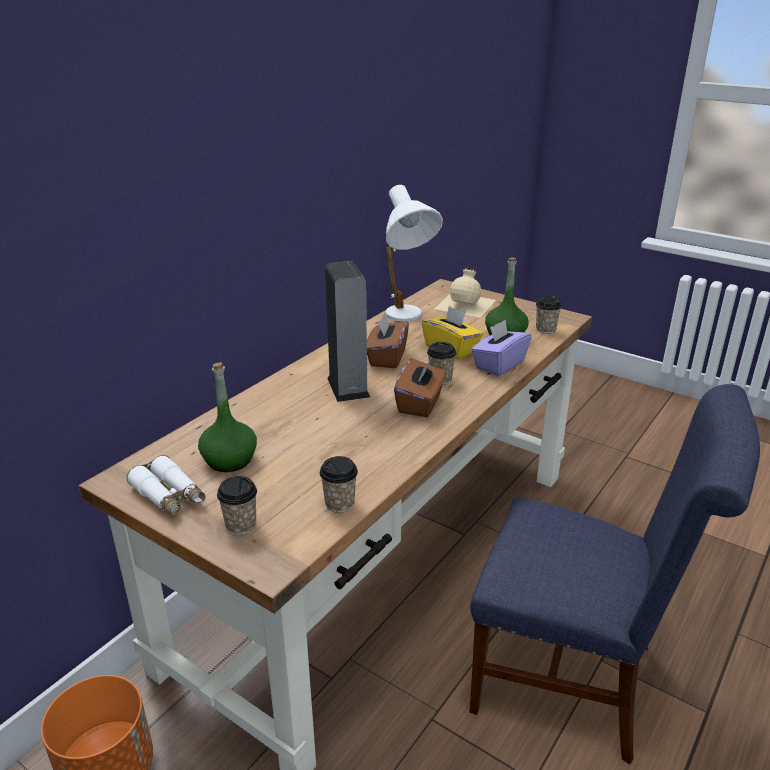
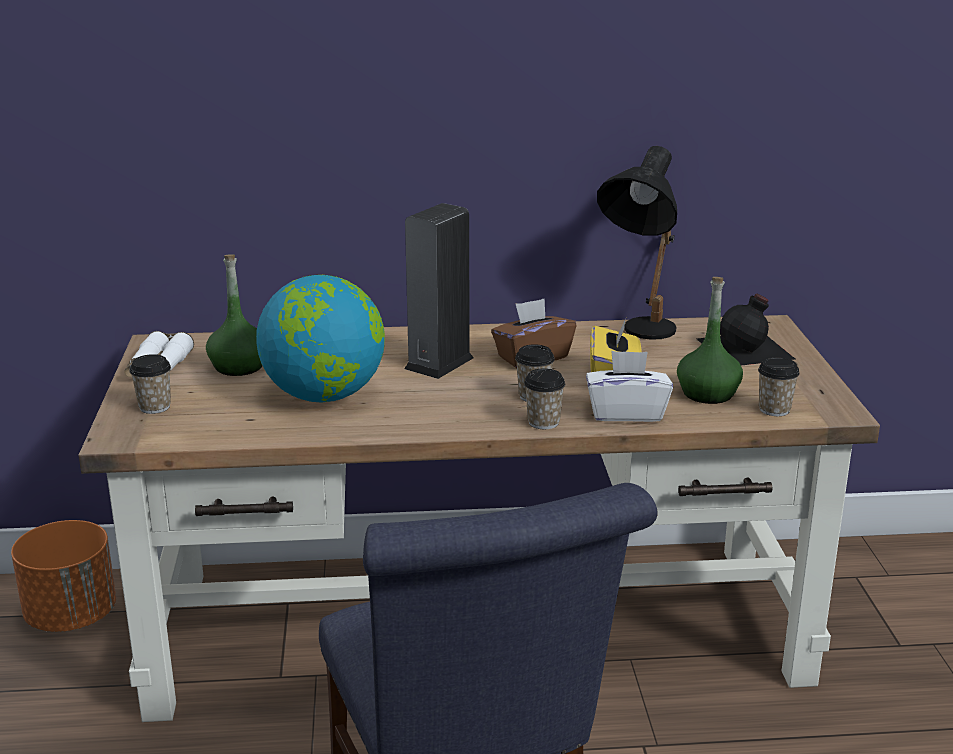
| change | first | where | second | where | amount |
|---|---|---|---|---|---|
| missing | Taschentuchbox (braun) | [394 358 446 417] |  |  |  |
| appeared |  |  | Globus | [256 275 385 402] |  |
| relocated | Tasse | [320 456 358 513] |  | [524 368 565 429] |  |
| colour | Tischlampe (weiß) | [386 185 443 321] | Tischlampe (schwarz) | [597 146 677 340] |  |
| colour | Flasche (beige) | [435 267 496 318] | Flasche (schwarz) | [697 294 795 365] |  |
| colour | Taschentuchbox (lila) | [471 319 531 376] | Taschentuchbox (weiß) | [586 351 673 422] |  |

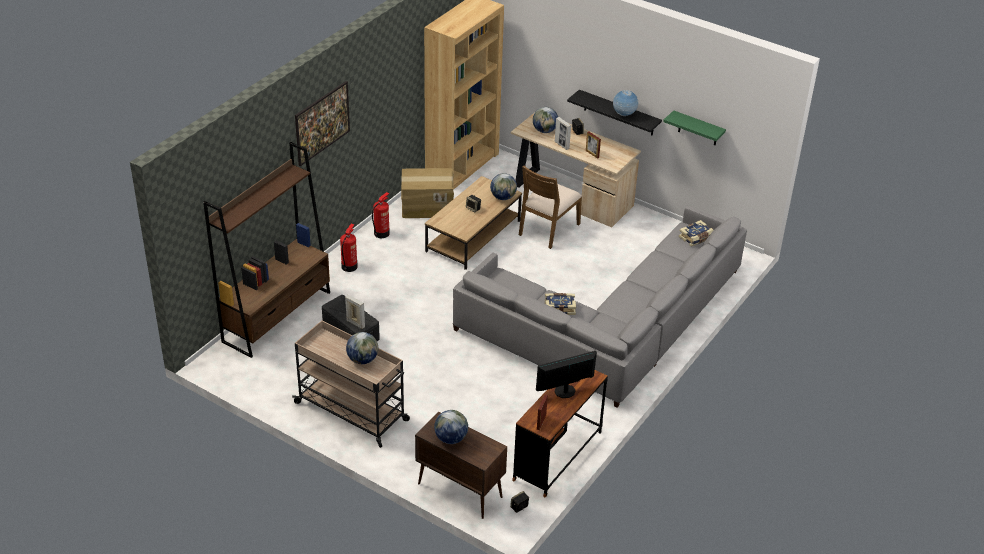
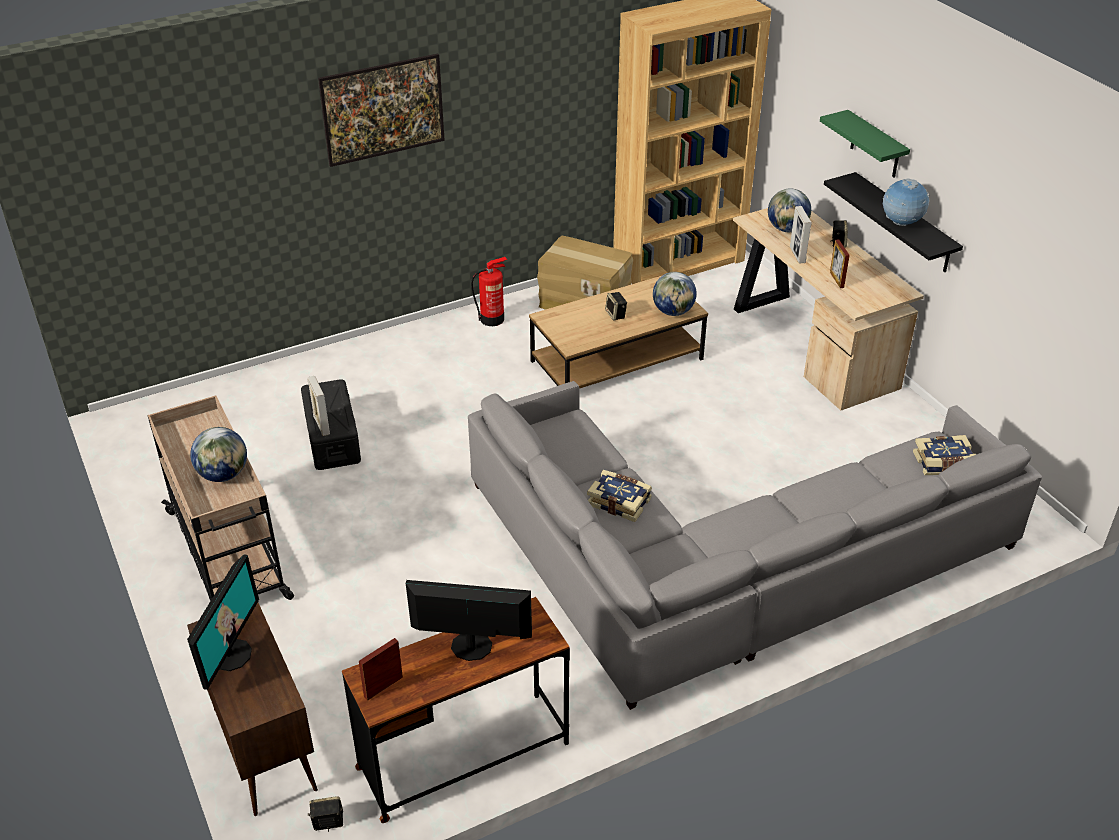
| change | first | where | second | where | amount |
|---|---|---|---|---|---|
| missing | Bücherregal (braun) | [203 142 330 358] |  |  |  |
| missing | Feuerlöscher | [340 224 358 272] |  |  |  |
| missing | Stuhl (braun) | [519 165 582 249] |  |  |  |
| relocated | Wandregal (grün) | [663 110 726 145] |  | [820 110 910 178] |  |
| exchanged | Globus | [434 410 468 444] | Monitor | [187 554 259 690] |  |

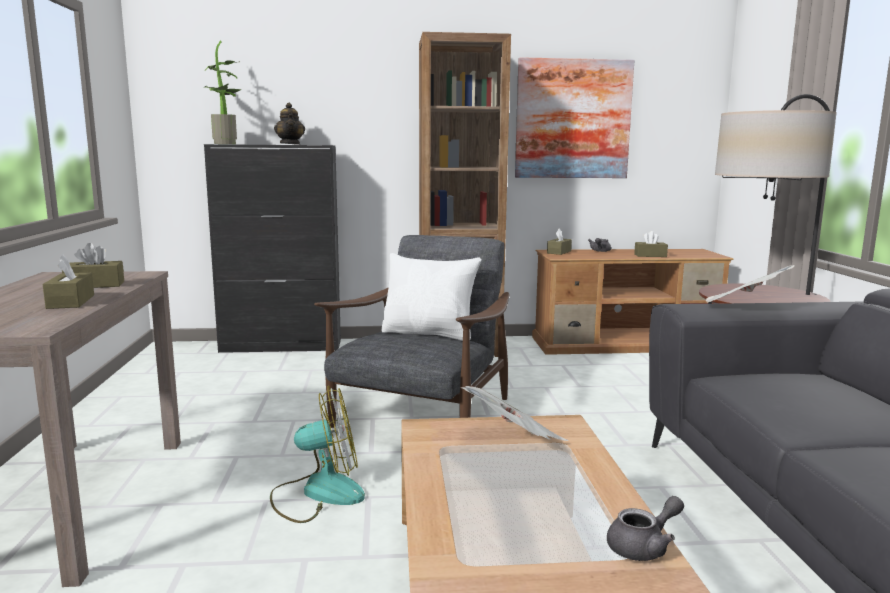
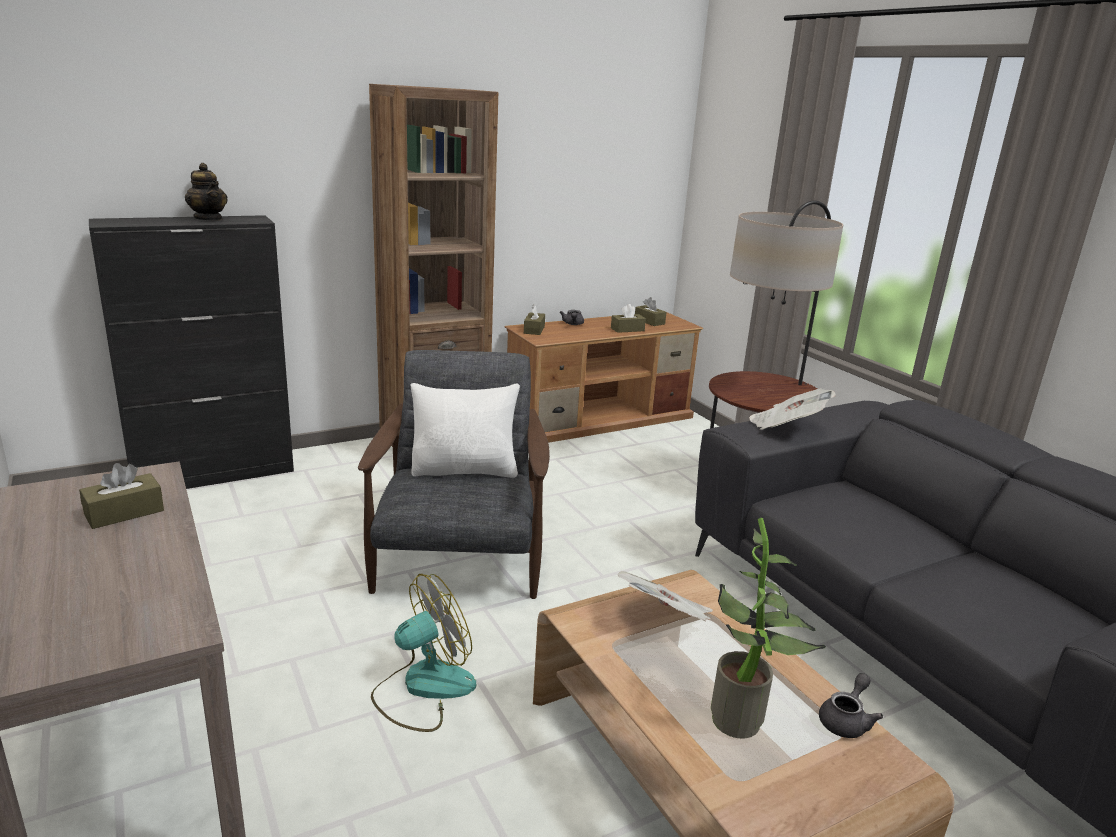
| change | first | where | second | where | amount |
|---|---|---|---|---|---|
| missing | Bild | [515 57 635 178] |  |  |  |
| relocated | Taschentuchbox (braun) | [43 255 94 309] |  | [635 297 667 326] |  |
| relocated | Topfpflanze | [205 41 242 144] |  | [711 518 826 739] |  |

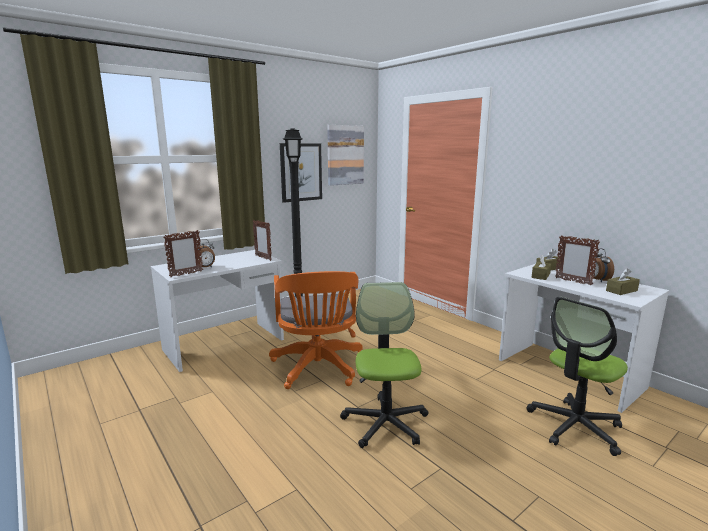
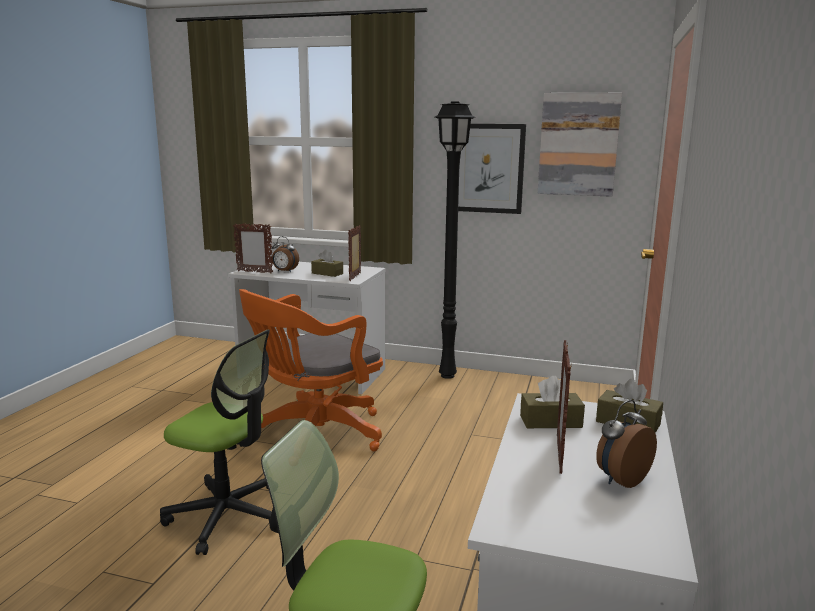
| change | first | where | second | where | amount |
|---|---|---|---|---|---|
| relocated | Taschentuchbox (braun) | [606 268 640 295] |  | [311 250 343 277] |  |
| spun | Bürostuhl | [340 282 428 448] |  | [160 330 272 555] | 60 degrees clockwise |

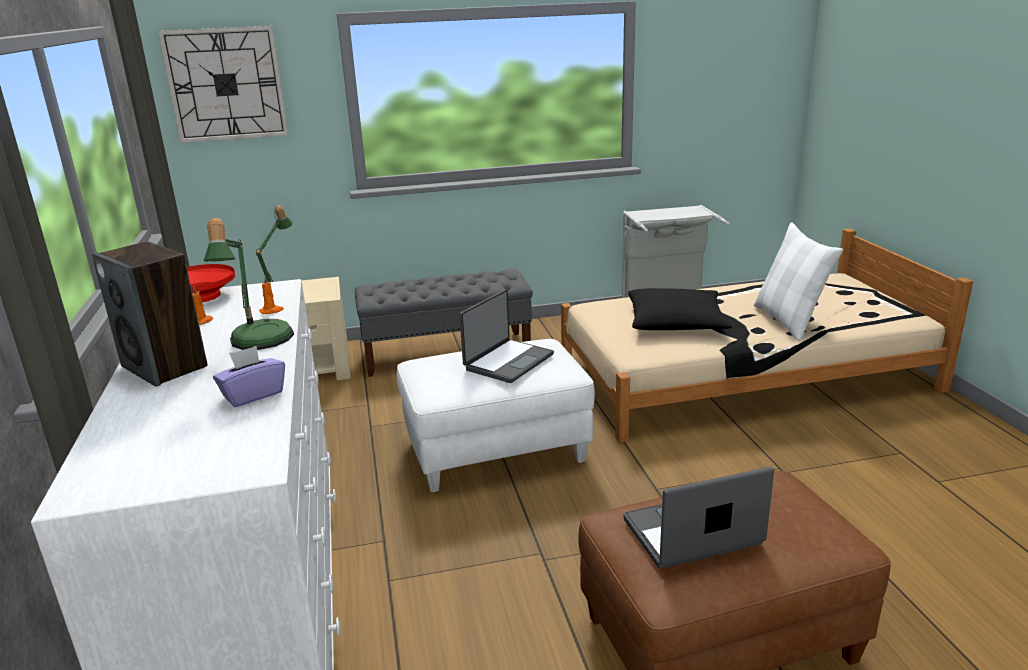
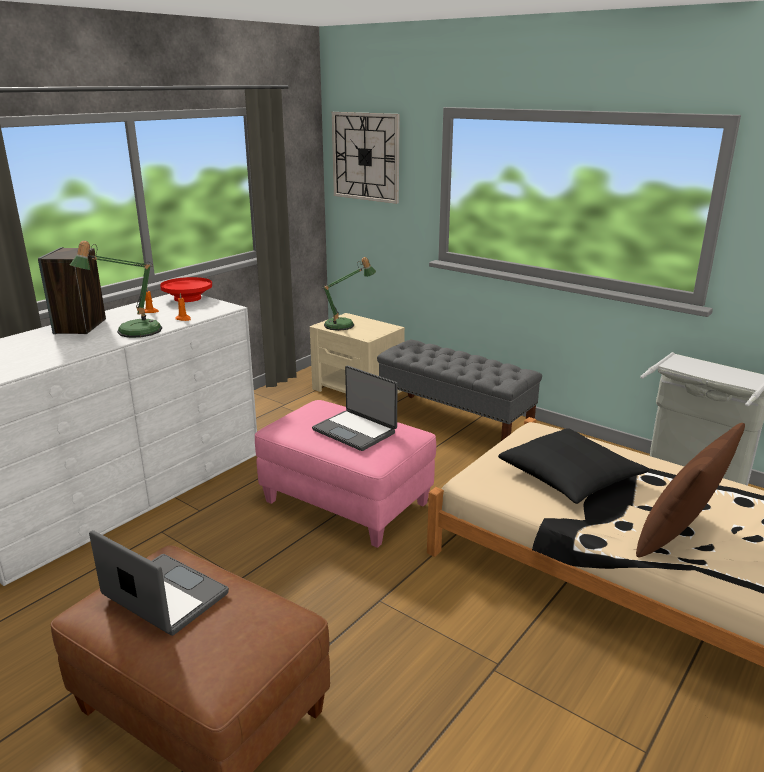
| change | first | where | second | where | amount |
|---|---|---|---|---|---|
| missing | Taschentuchbox (lila) | [213 346 285 407] |  |  |  |
| colour | Polsterhocker (weiß) | [397 339 595 492] | Polsterhocker (rosa) | [255 400 436 548] |  |
| colour | Kissen (weiß) | [754 222 843 341] | Kissen (braun) | [636 423 745 557] |  |
| spun | Laptop | [460 289 554 383] |  | [312 366 398 451] | 45 degrees clockwise |

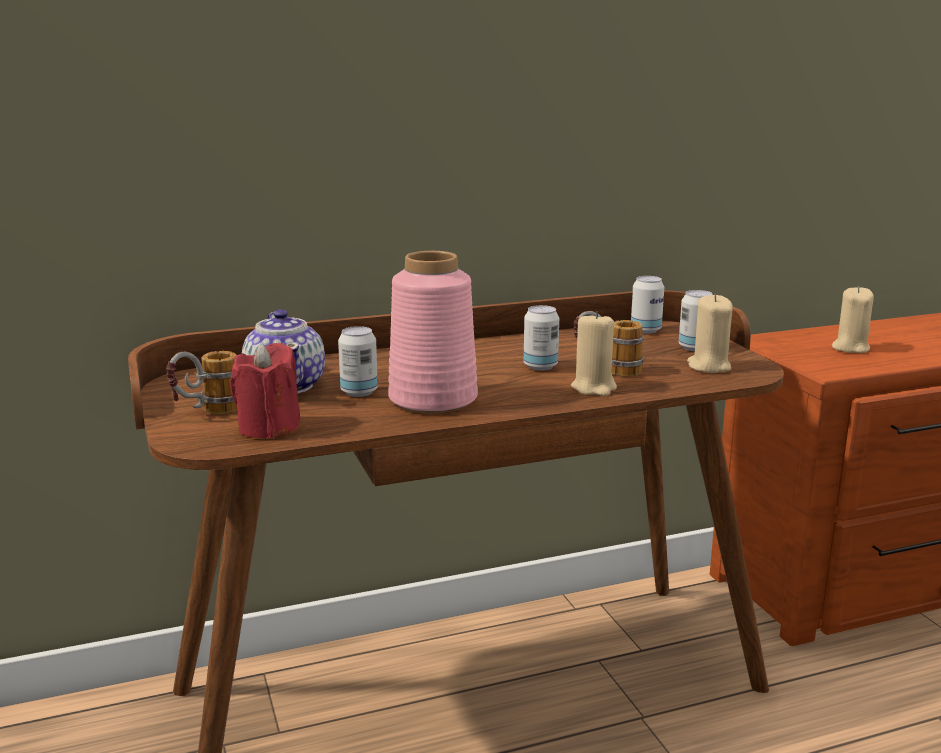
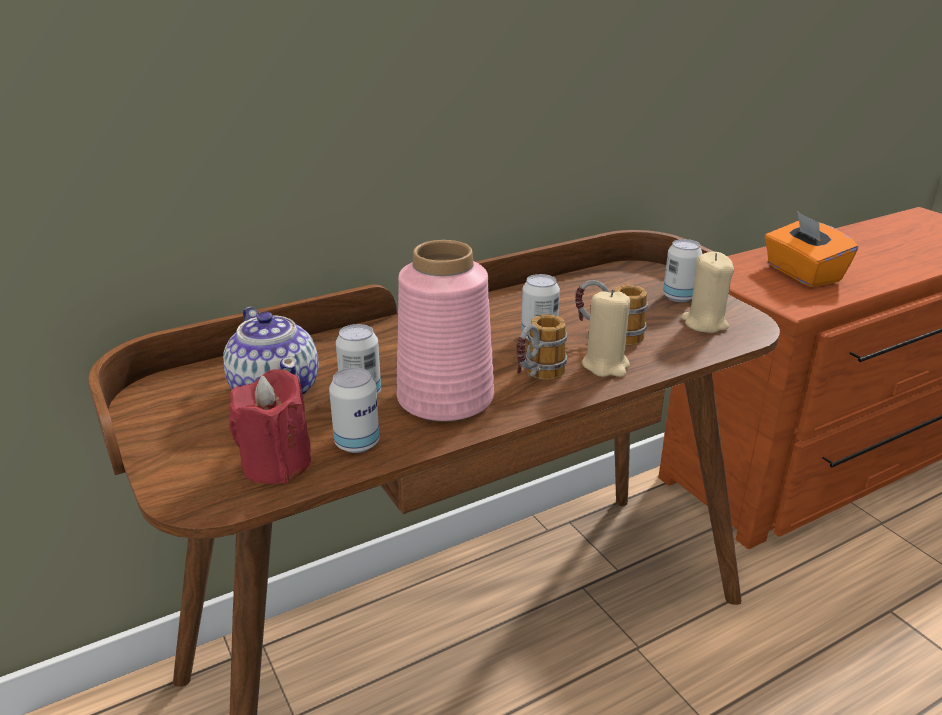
| change | first | where | second | where | amount |
|---|---|---|---|---|---|
| relocated | Henkelbecher | [166 351 237 414] |  | [516 315 568 380] |  |
| relocated | Dose | [631 276 664 334] |  | [329 368 379 453] |  |
| exchanged | Kerze (beige) | [832 286 874 353] | Taschentuchbox (orange) | [764 211 858 287] |  |

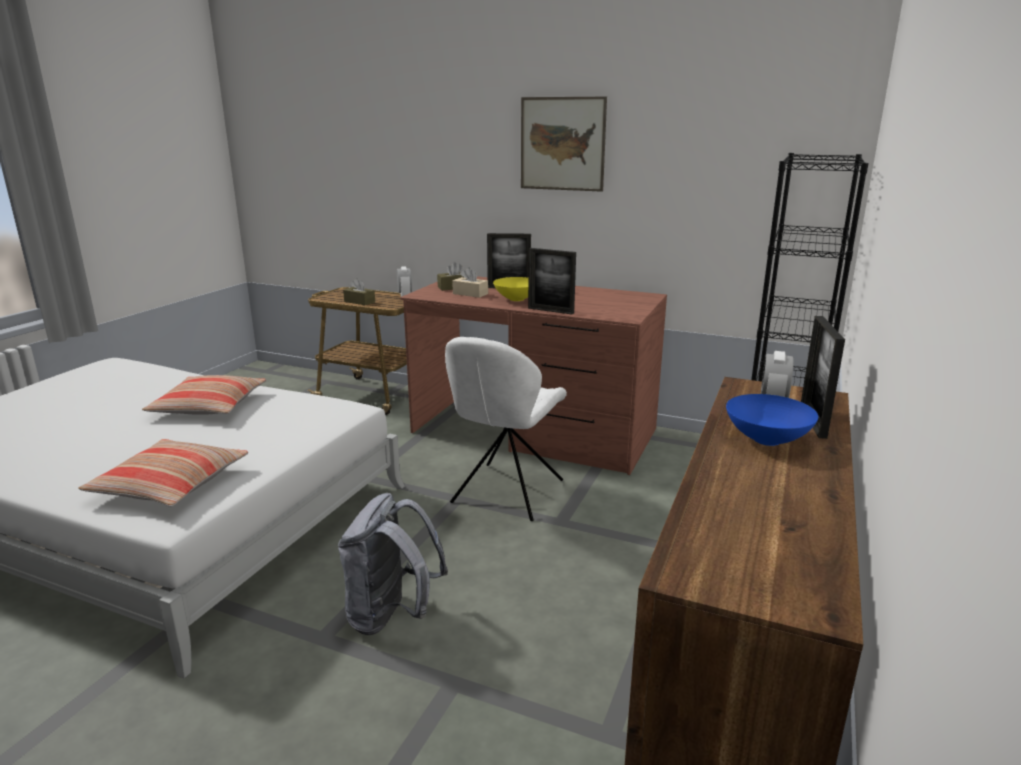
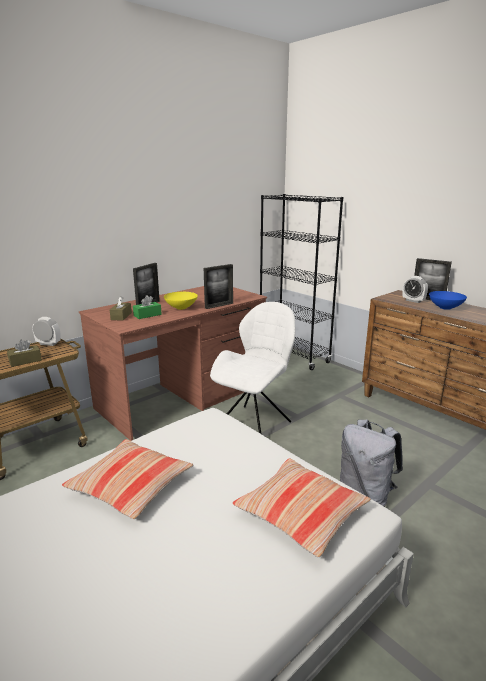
| change | first | where | second | where | amount |
|---|---|---|---|---|---|
| missing | Bild | [521 97 607 192] |  |  |  |
| colour | Taschentuchbox (beige) | [452 267 488 298] | Taschentuchbox (grün) | [133 295 162 319] |  |
| spun | Stuhl (weiß) | [445 337 567 521] |  | [210 302 295 434] | 105 degrees counterclockwise |

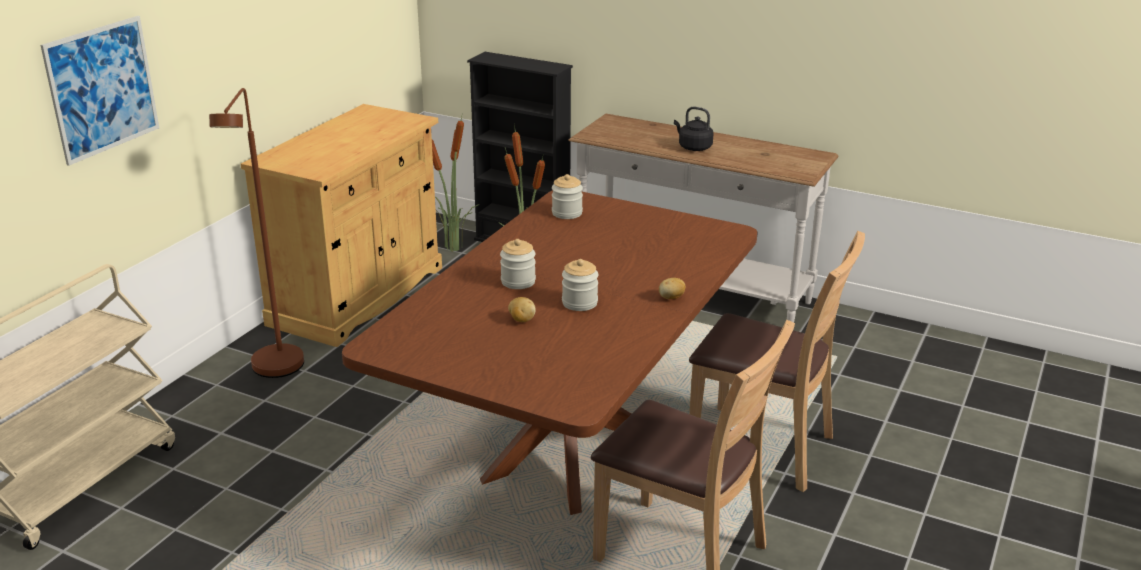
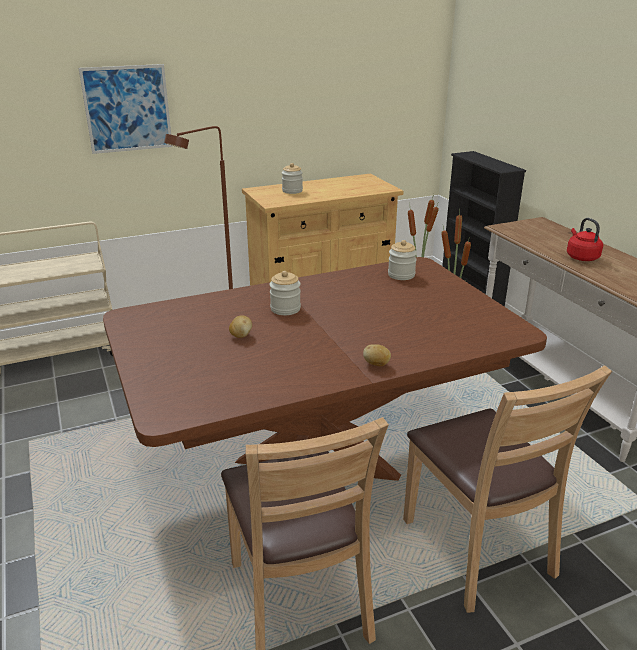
| change | first | where | second | where | amount |
|---|---|---|---|---|---|
| relocated | Vorratsglas | [562 259 599 311] |  | [282 163 303 194] |  |
| colour | Wasserkessel (schwarz) | [674 106 713 151] | Wasserkessel (rot) | [567 218 603 261] |  |

